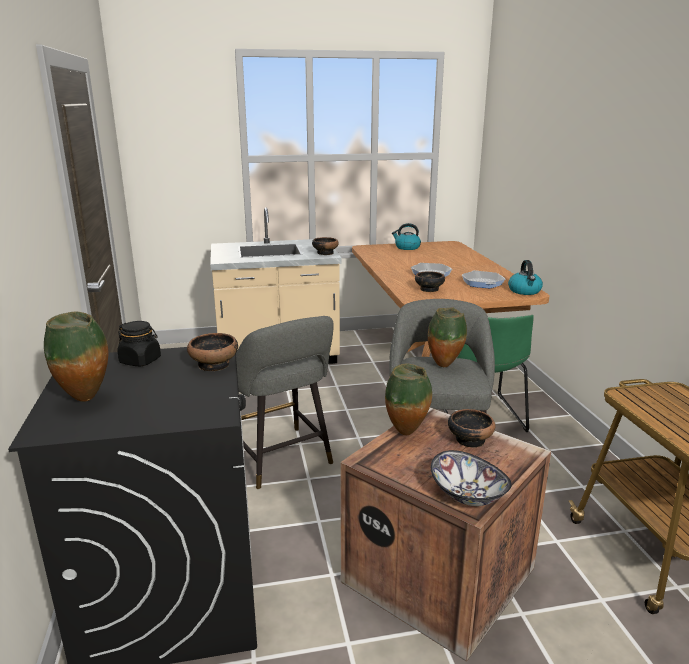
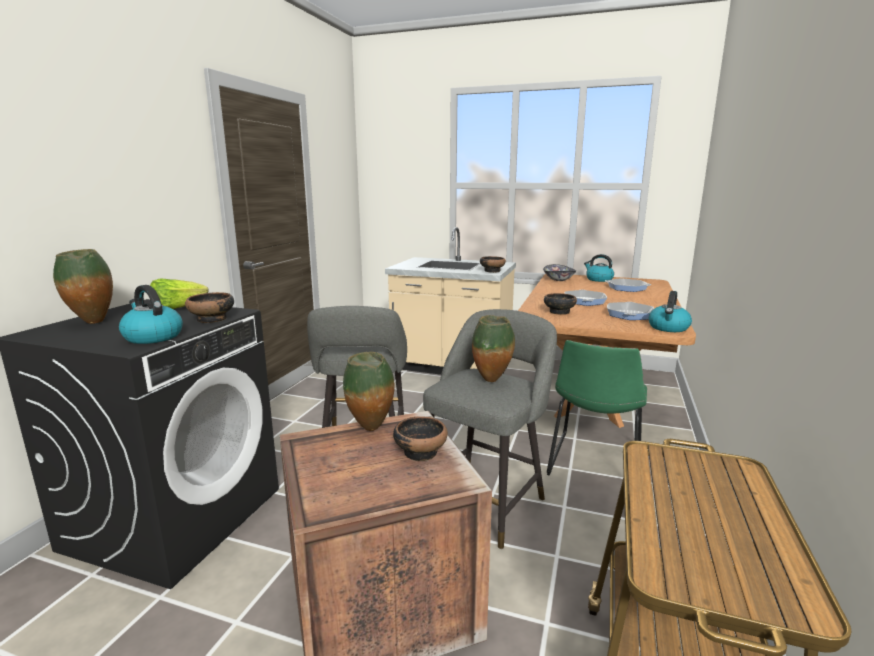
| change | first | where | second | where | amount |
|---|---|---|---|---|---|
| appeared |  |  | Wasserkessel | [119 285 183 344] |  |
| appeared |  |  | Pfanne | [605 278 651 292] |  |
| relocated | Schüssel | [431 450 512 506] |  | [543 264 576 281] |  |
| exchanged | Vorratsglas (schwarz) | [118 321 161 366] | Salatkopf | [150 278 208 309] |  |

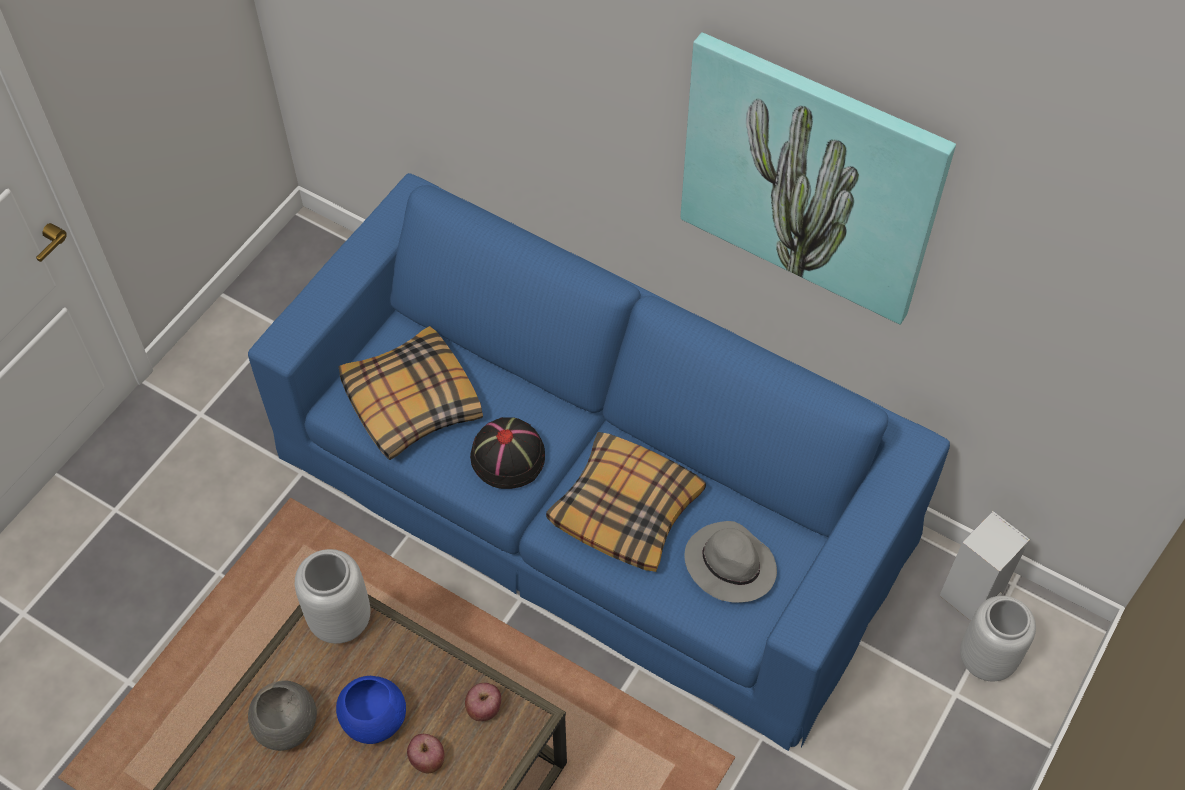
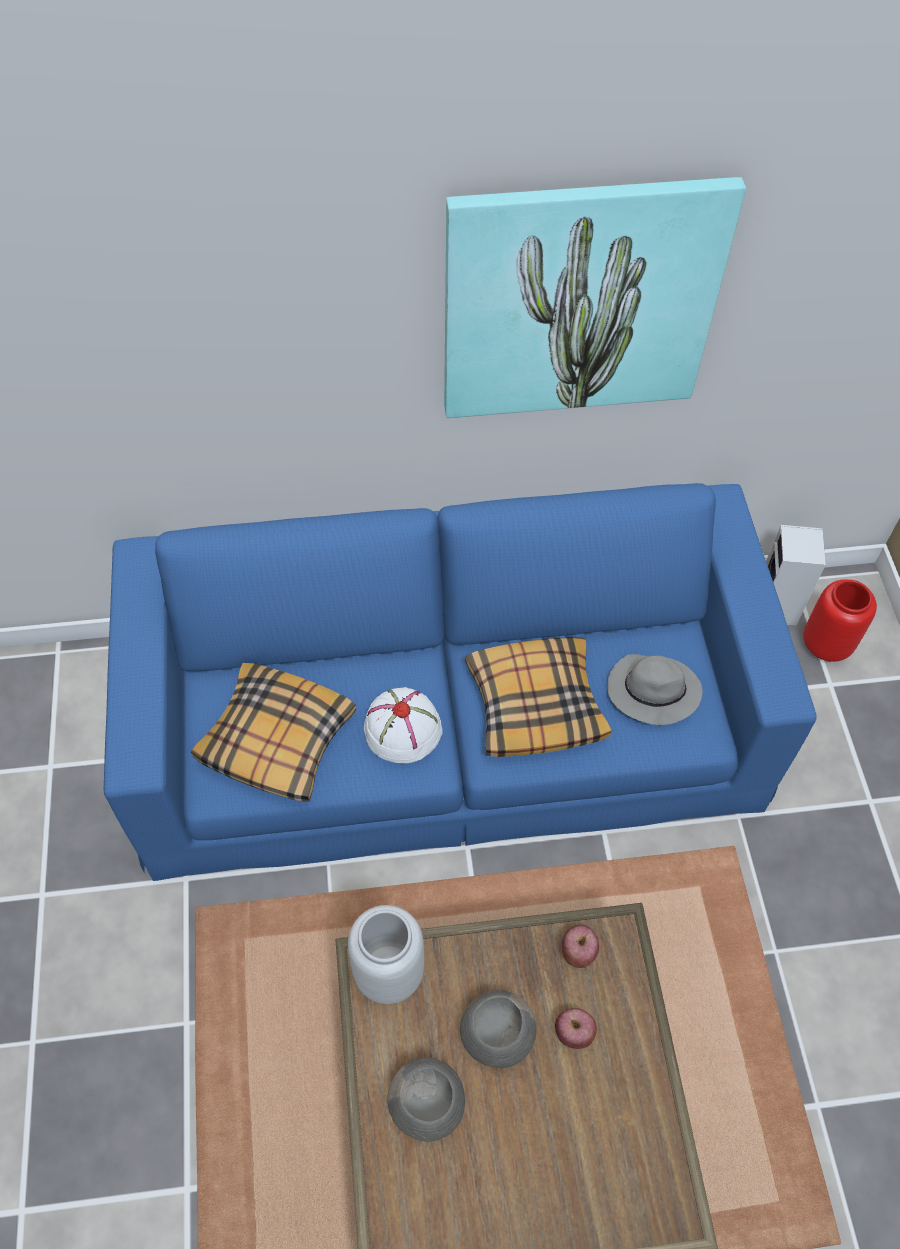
| change | first | where | second | where | amount |
|---|---|---|---|---|---|
| colour | Schüssel (blau) | [336 676 406 744] | Schüssel (grau) | [460 990 537 1068] |  |
| colour | Hut (schwarz) | [470 417 545 489] | Hut (weiß) | [364 687 442 763] |  |
| colour | Vase (grau) | [960 596 1036 682] | Vase (rot) | [804 579 877 662] |  |

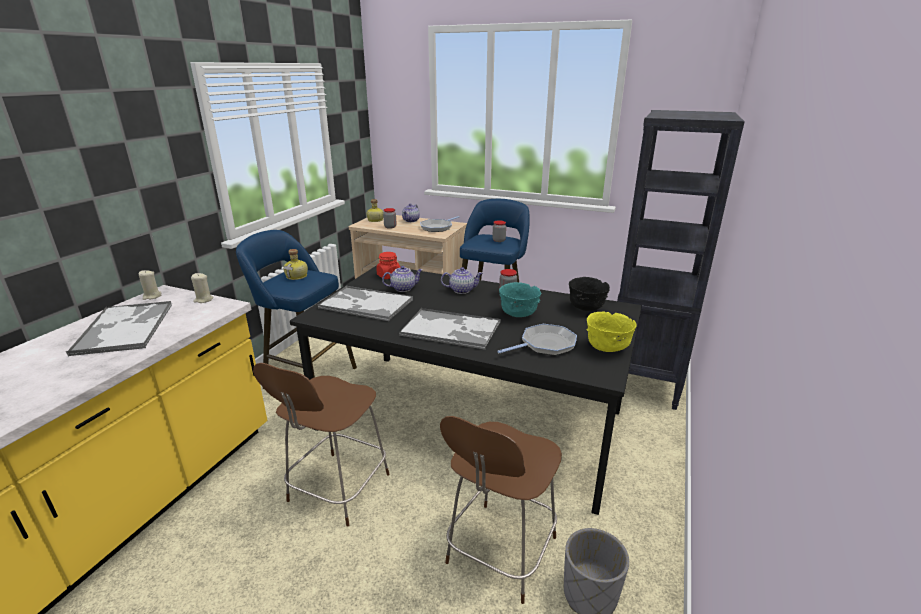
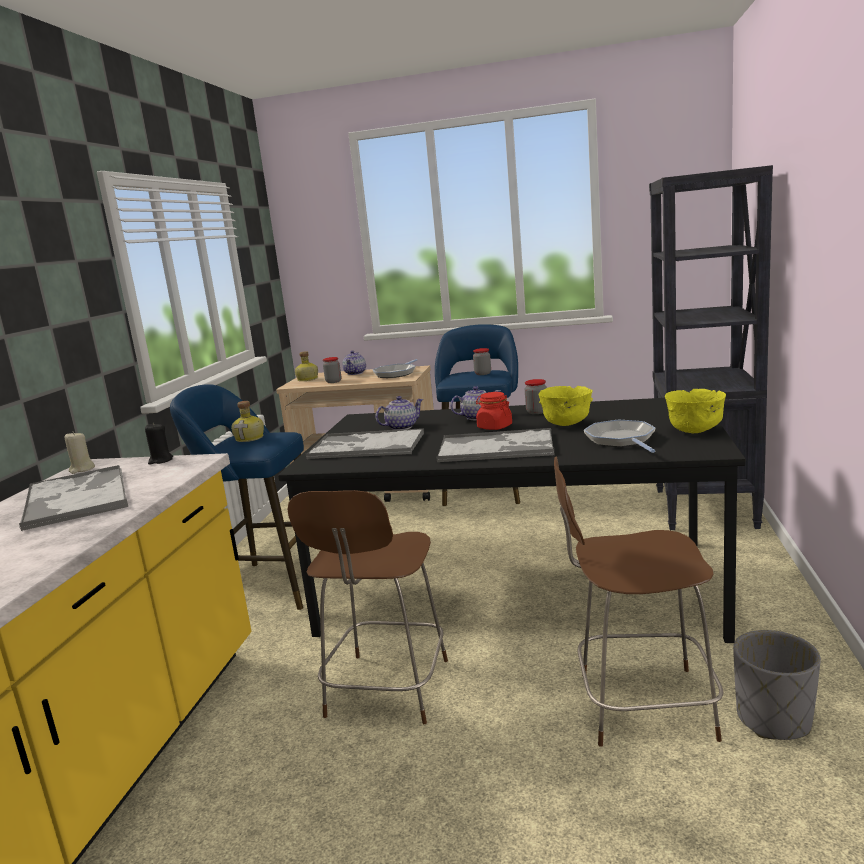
| change | first | where | second | where | amount |
|---|---|---|---|---|---|
| missing | Schüssel (schwarz) | [569 277 610 311] |  |  |  |
| relocated | Vorratsglas (rot) | [376 252 401 279] |  | [476 392 512 430] |  |
| colour | Kerze (beige) | [191 273 214 303] | Kerze (schwarz) | [145 423 173 465] |  |
| colour | Schüssel (türkis) | [499 282 541 317] | Schüssel (gelb) | [538 386 593 426] |  |
| spun | Stuhl (braun) | [440 416 562 604] |  | [554 457 723 747] | 75 degrees clockwise |
| spun | Pfanne | [497 324 577 356] |  | [584 419 655 453] | 60 degrees counterclockwise |

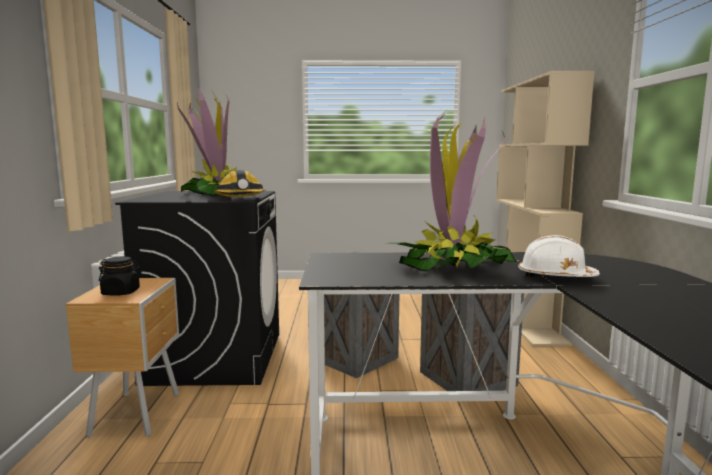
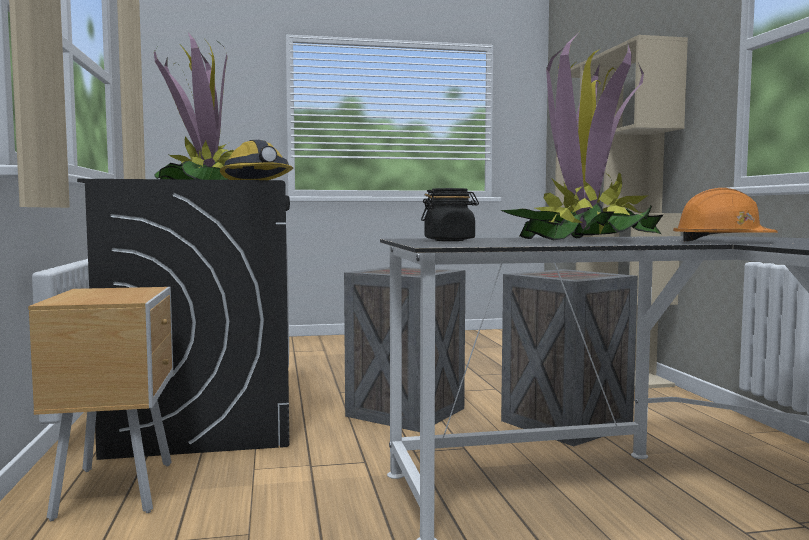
| change | first | where | second | where | amount |
|---|---|---|---|---|---|
| relocated | Vorratsglas (schwarz) | [99 256 140 296] |  | [421 188 479 241] |  |
| colour | Schutzhelm (weiß) | [518 235 600 277] | Schutzhelm (orange) | [673 188 778 242] |  |

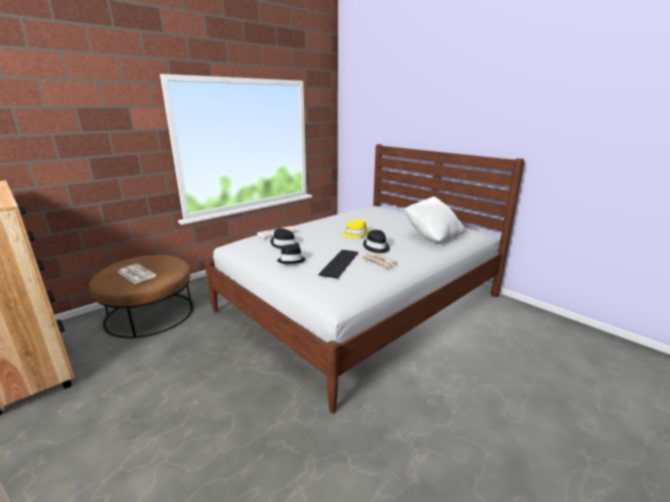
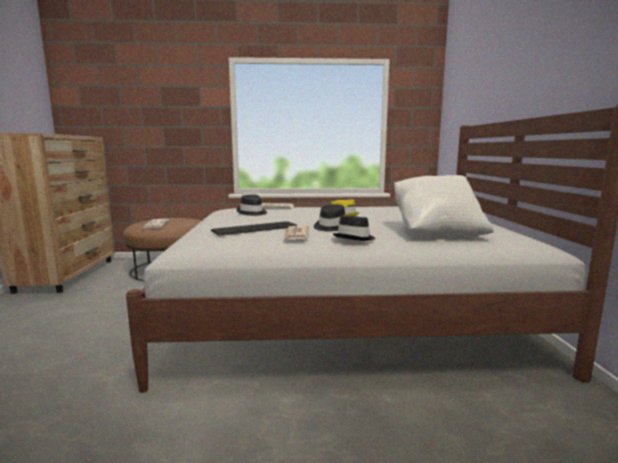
| change | first | where | second | where | amount |
|---|---|---|---|---|---|
| relocated | Hut (schwarz) | [277 244 306 264] |  | [333 215 375 241] |  |

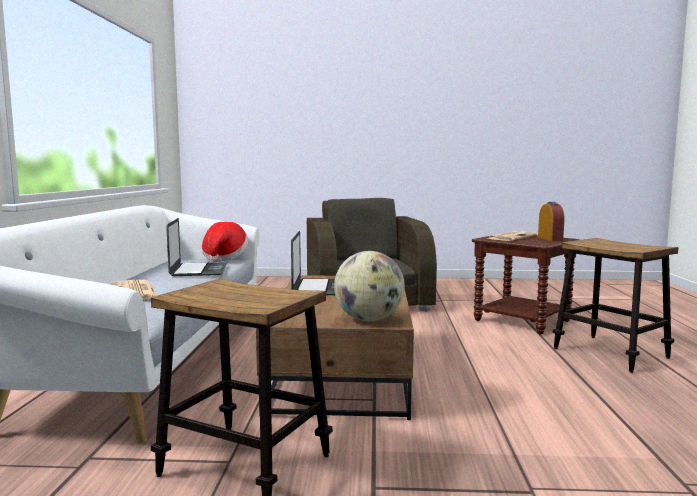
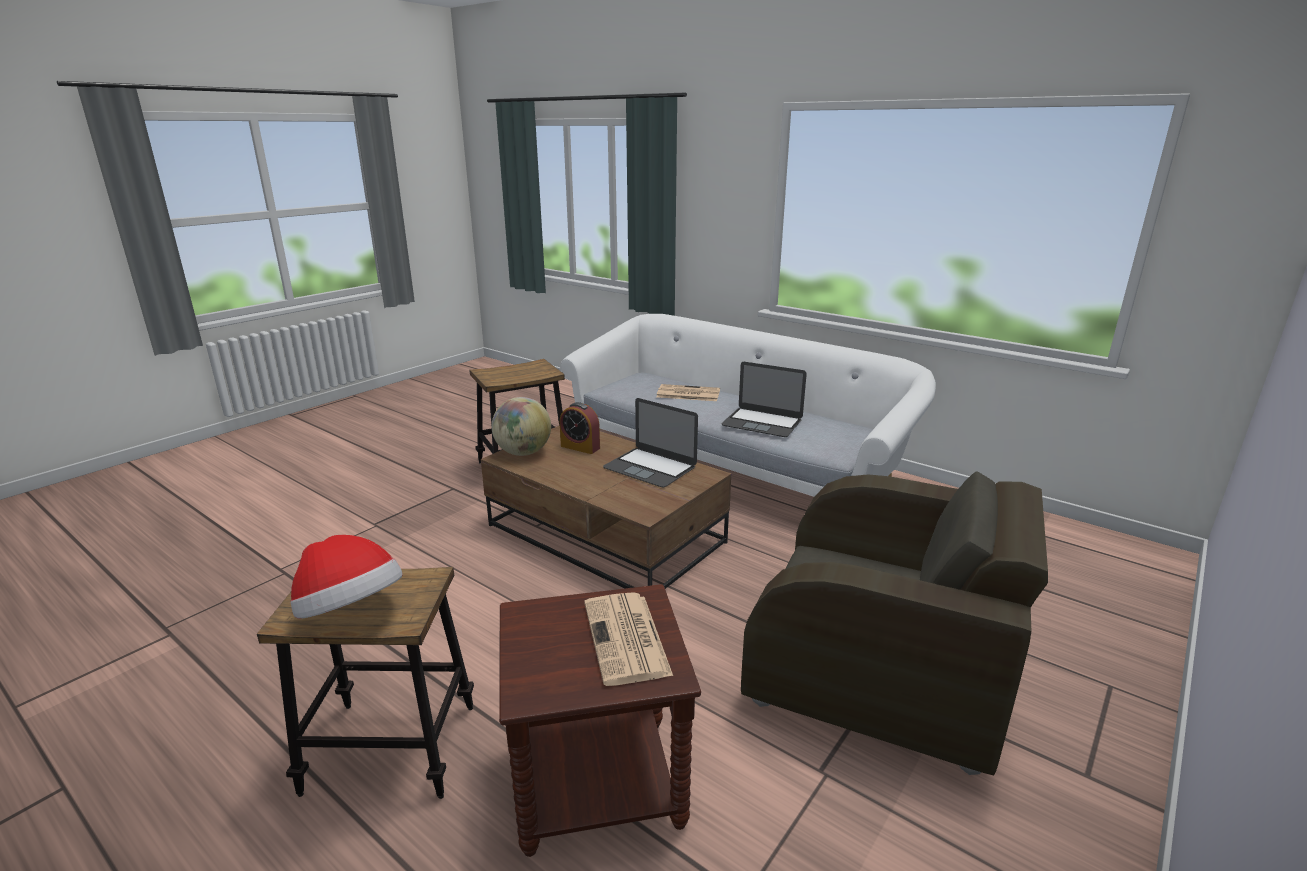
| change | first | where | second | where | amount |
|---|---|---|---|---|---|
| relocated | Hut | [202 222 248 262] |  | [290 535 403 619] |  |
| relocated | Wecker | [538 202 565 241] |  | [560 402 600 454] |  |

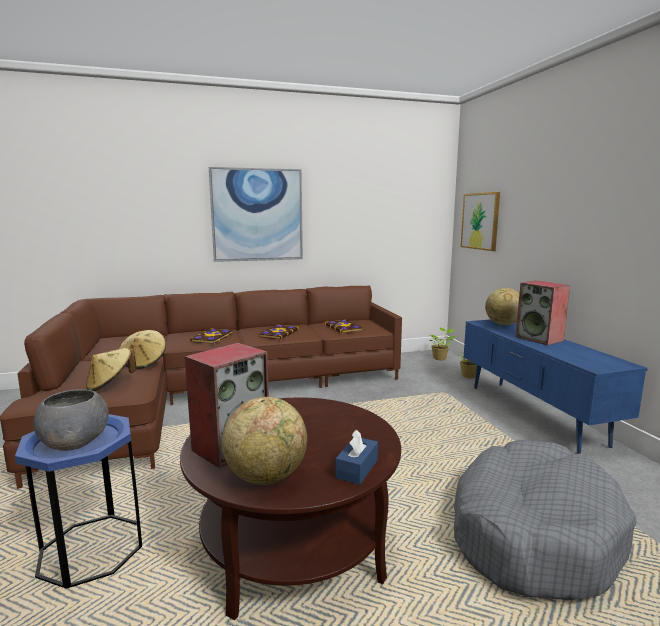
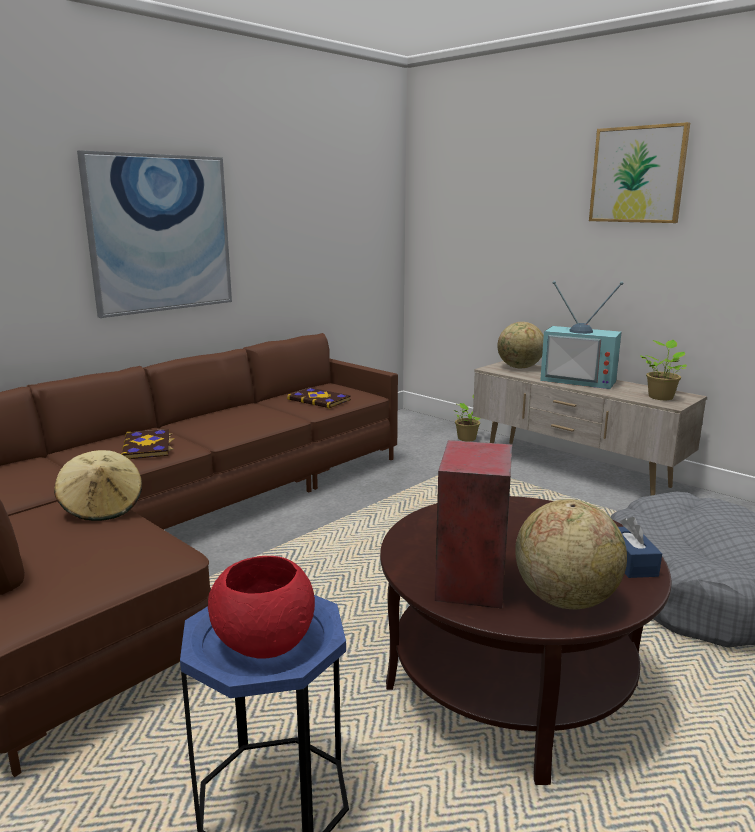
| change | first | where | second | where | amount |
|---|---|---|---|---|---|
| missing | Hut (beige) | [86 348 137 391] |  |  |  |
| missing | Buch | [259 325 299 340] |  |  |  |
| relocated | Topfpflanze | [429 328 455 360] |  | [640 340 687 400] |  |
| relocated | Bild | [461 192 500 251] |  | [589 122 690 223] |  |
| exchanged | Lautsprecher | [516 281 570 345] | Fernseher | [540 281 623 389] |  |
| colour | Schüssel (grau) | [34 389 109 451] | Schüssel (rot) | [208 556 315 659] |  |
| colour | Fernsehschrank (blau) | [464 319 648 454] | Fernsehschrank (beige) | [473 361 707 496] |  |

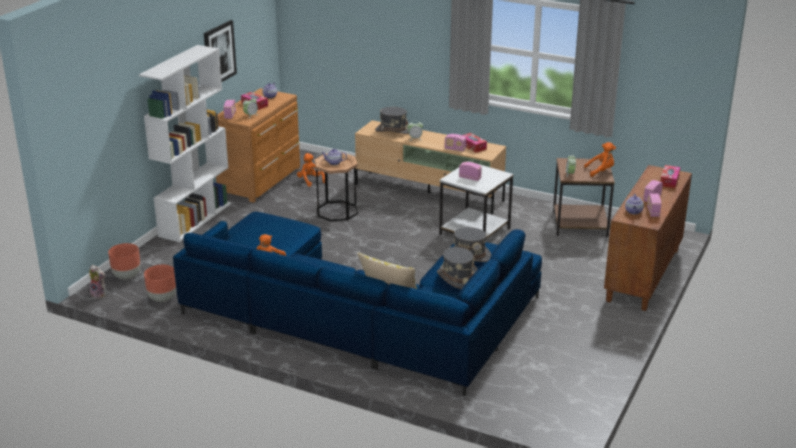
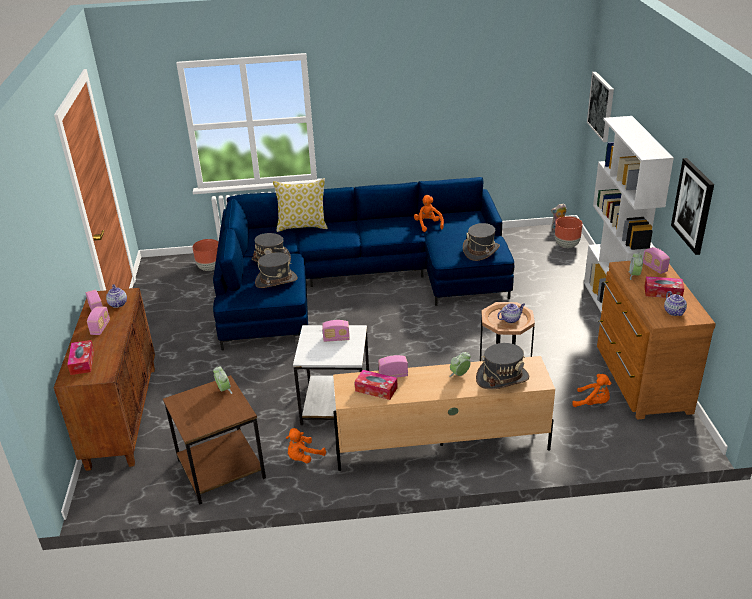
| change | first | where | second | where | amount |
|---|---|---|---|---|---|
| appeared |  |  | Hut (grau) | [463 223 500 261] |  |
| appeared |  |  | Bild | [587 72 614 142] |  |
| relocated | Pflanzkübel (braun) | [144 265 176 302] |  | [192 239 219 271] |  |
| relocated | Plüschtier (orange) | [584 142 616 177] |  | [286 428 326 463] |  |

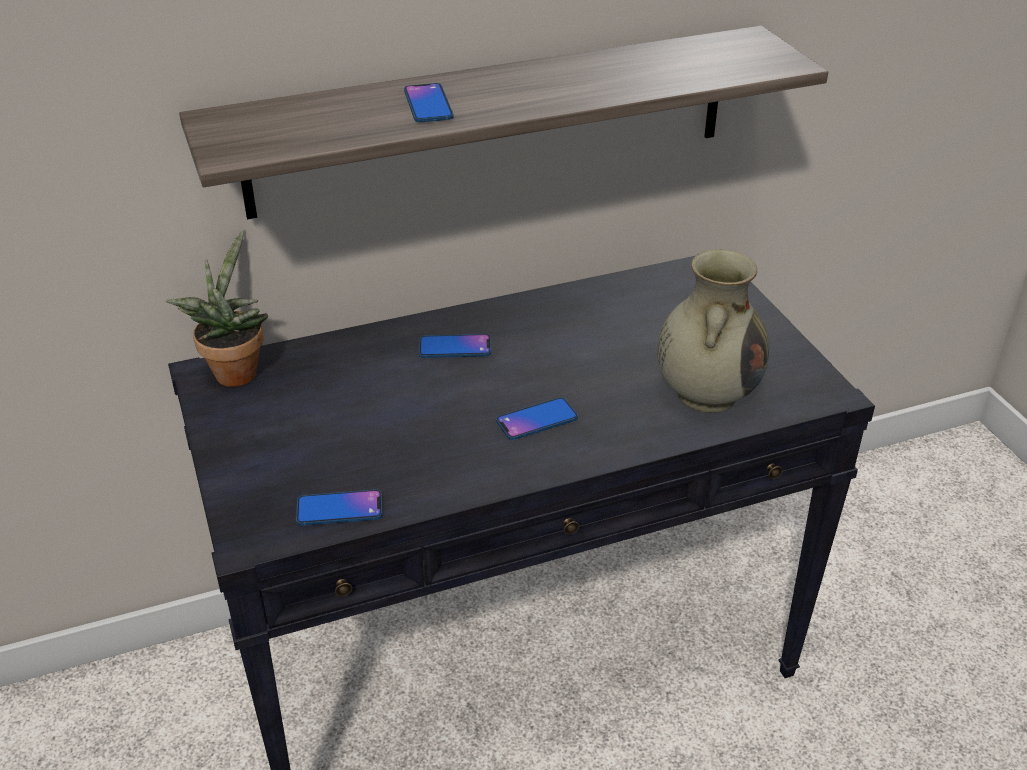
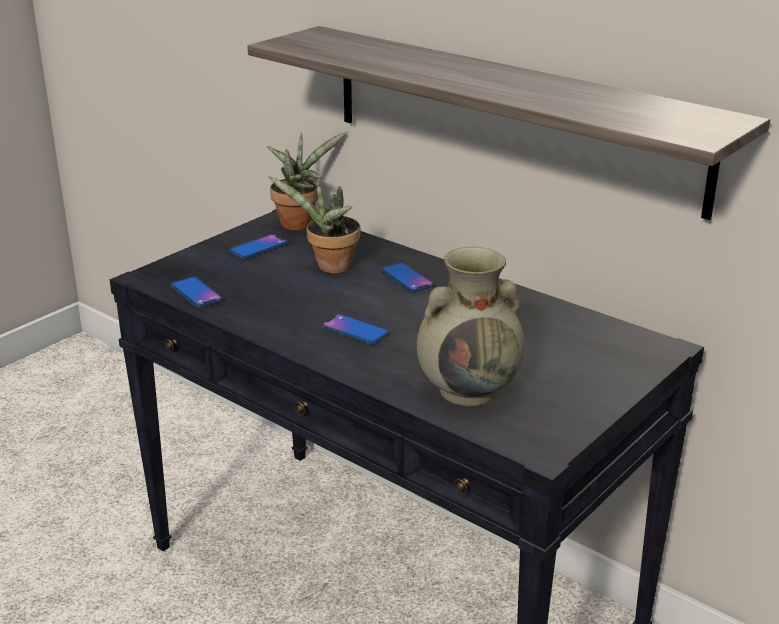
| change | first | where | second | where | amount |
|---|---|---|---|---|---|
| appeared |  |  | Topfpflanze | [268 176 360 273] |  |
| relocated | Handy | [404 83 454 122] |  | [229 234 288 259] |  |

